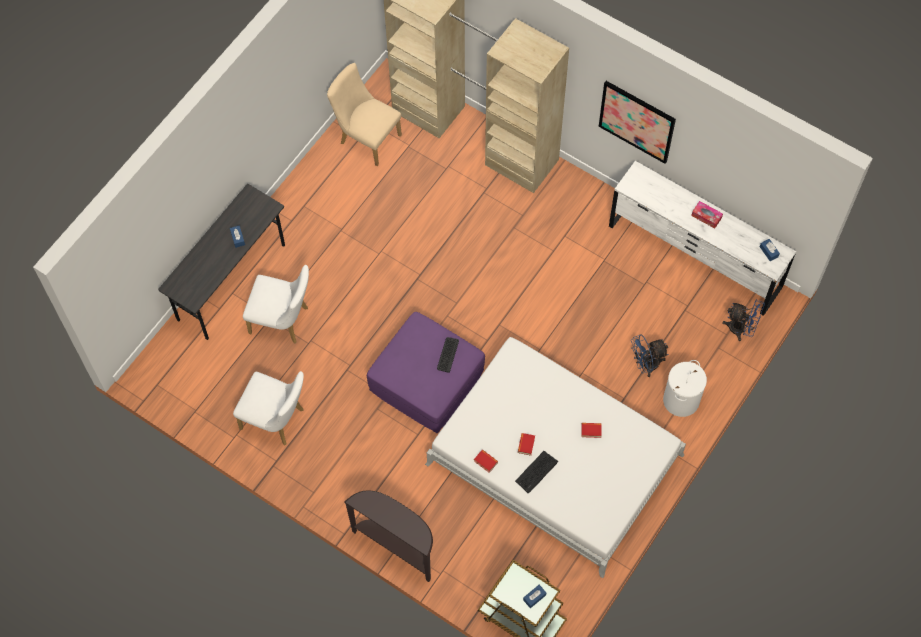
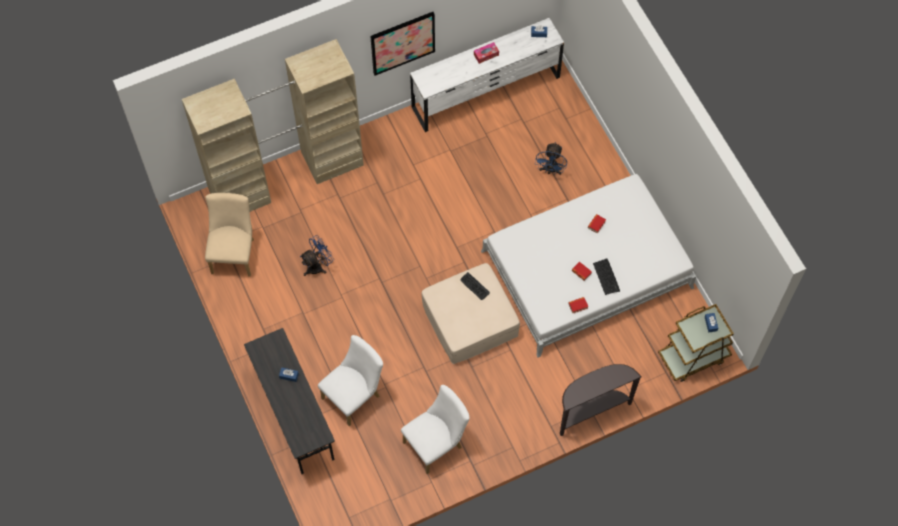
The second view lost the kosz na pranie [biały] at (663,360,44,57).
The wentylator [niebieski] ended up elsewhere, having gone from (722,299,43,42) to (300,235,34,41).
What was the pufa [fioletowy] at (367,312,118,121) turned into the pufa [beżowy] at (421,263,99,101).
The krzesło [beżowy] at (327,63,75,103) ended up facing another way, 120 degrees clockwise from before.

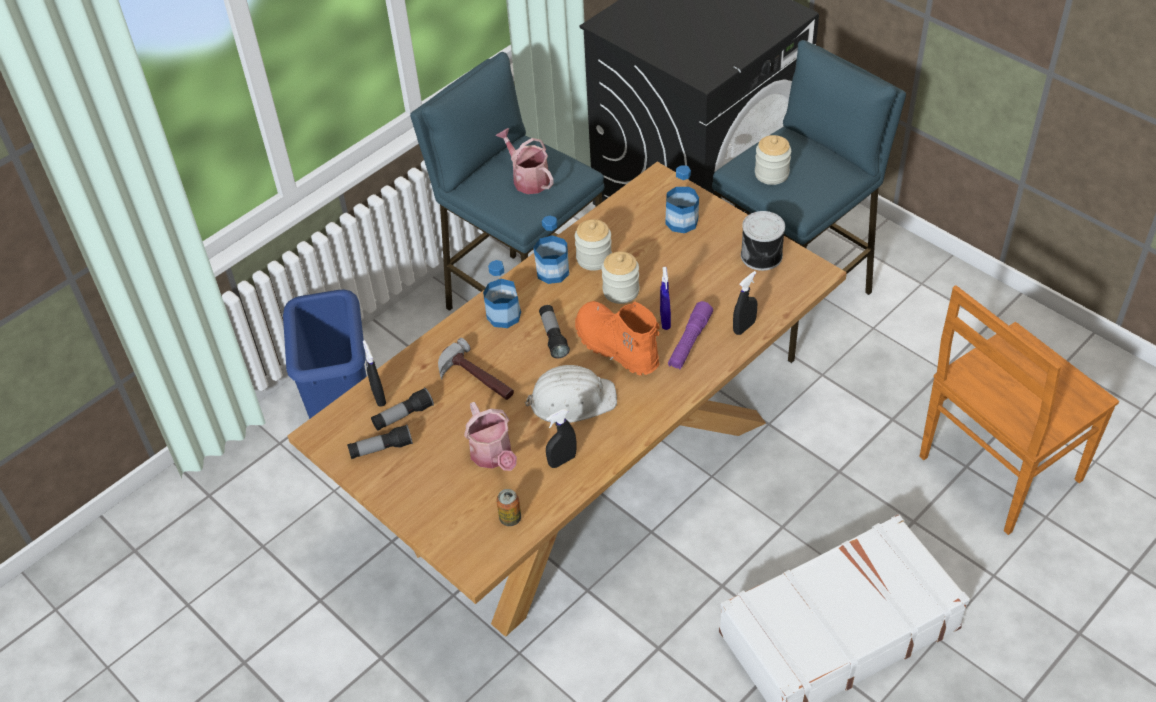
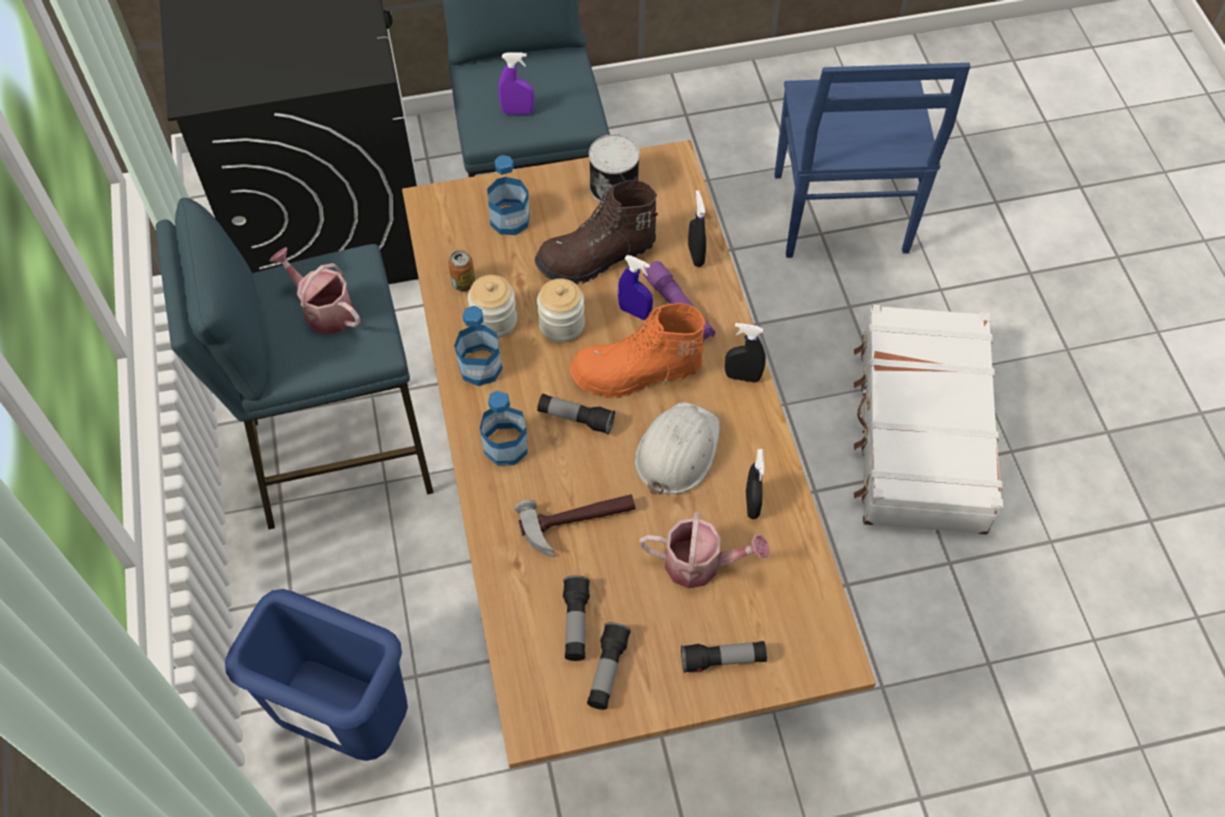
The second view gained the but z cholewką [brązowy] at (535,180,123,104).
The second view gained the latarka at (681,641,86,32).
The spryskiwacz [czarny] ended up elsewhere, having gone from (363,340,23,67) to (725,323,41,60).
The puszka ended up elsewhere, having gone from (497,489,24,37) to (448,250,27,41).
Where the słoik stood at (755,135,36,50), the spryskiwacz [fioletowy] came to stand at (498,52,36,63).
What was the krzesło [brązowy] at (919,285,200,250) turned into the krzesło [niebieski] at (774,63,196,195).
The konewka at (496,128,58,66) ended up facing another way, 45 degrees clockwise from before.

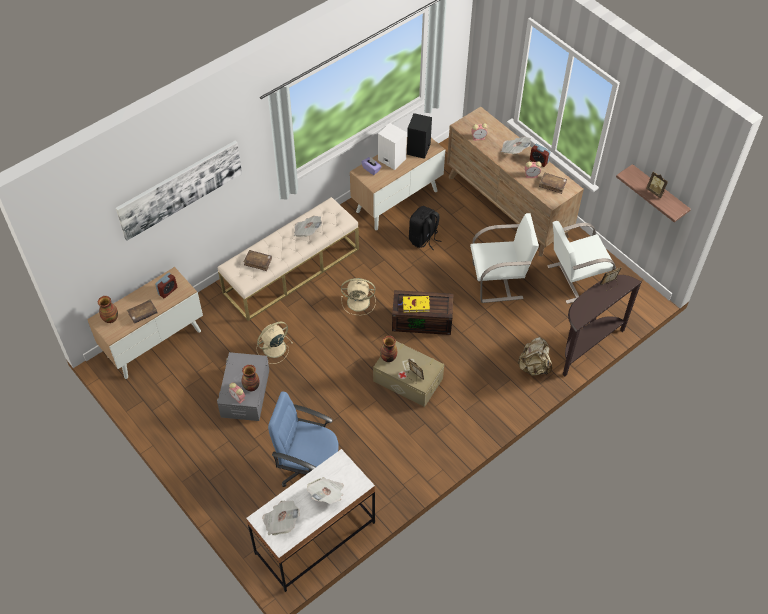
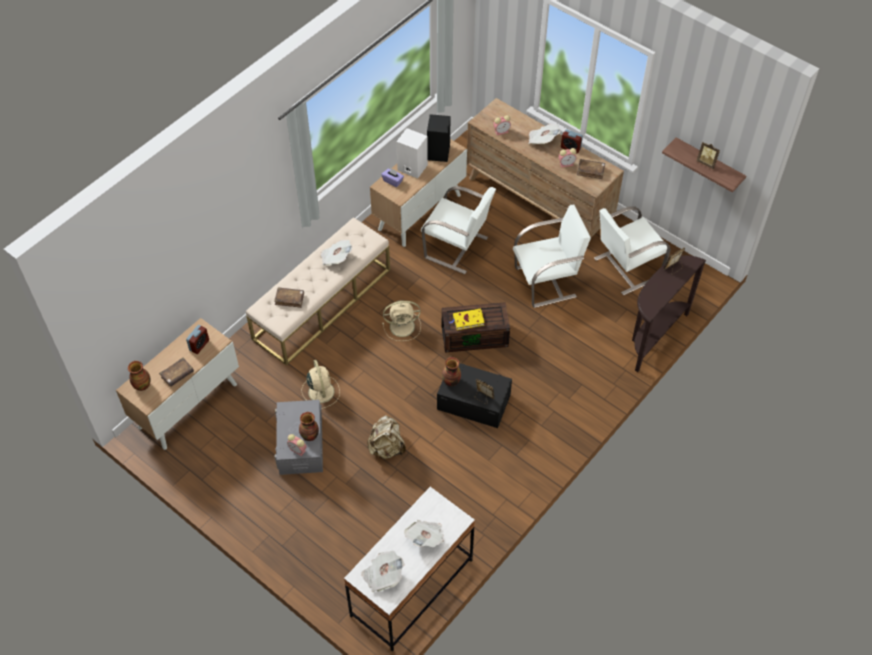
The second view lost the obraz at (116,141,126,100).
The second view lost the krzesło biurowe [niebieski] at (268,391,71,96).
The plecak [beżowy] ended up elsewhere, having gone from (518,337,34,39) to (367,415,39,44).
Where the plecak [czarny] stood at (409,206,33,44), the krzesło [biały] came to stand at (421,186,75,88).
What was the pojemnik do przechowywania [beżowy] at (373,341,71,66) turned into the pojemnik do przechowywania [czarny] at (437,363,75,65).
The wentylator [beżowy] at (256,322,37,42) ended up facing another way, 120 degrees clockwise from before.

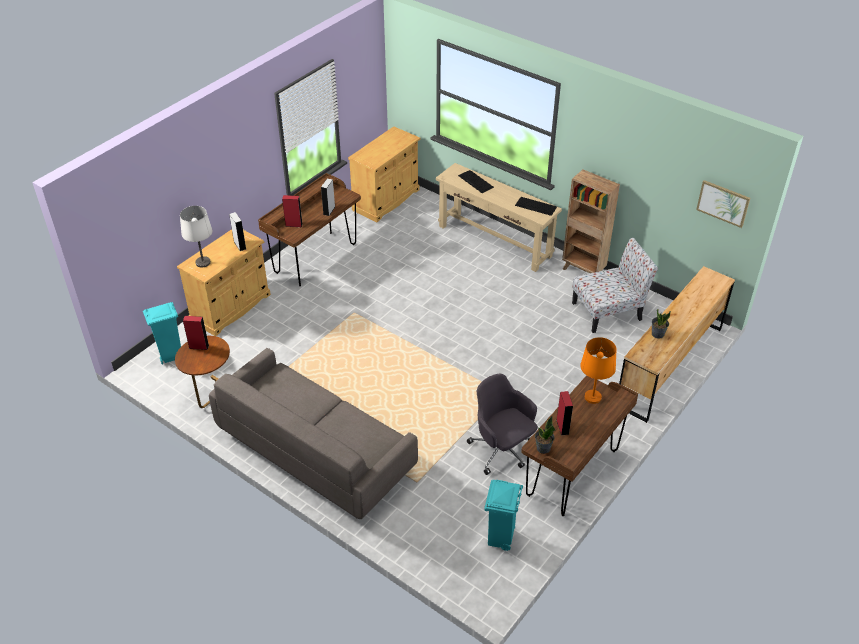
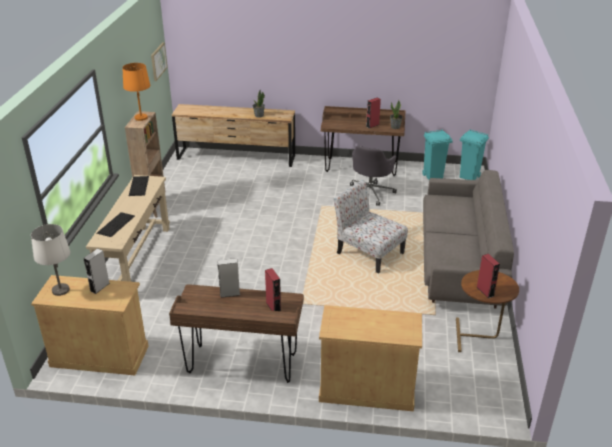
The kosz na śmieci [turkusowy] ended up elsewhere, having gone from (143,302,38,63) to (460,129,29,51).
The lampa stołowa [biały] ended up elsewhere, having gone from (180,206,33,62) to (31,224,39,72).
The głośnik [szary] ended up elsewhere, having gone from (229,212,17,39) to (83,248,27,46).
The krzesło ended up elsewhere, having gone from (572,238,86,95) to (334,180,74,94).
The lampa stołowa [pomarańczowy] ended up elsewhere, having gone from (580,337,37,67) to (122,63,28,58).

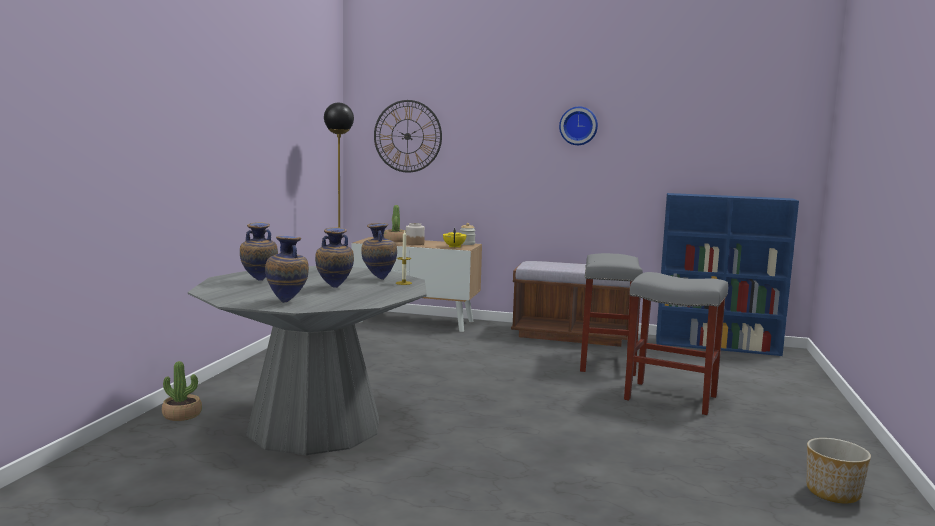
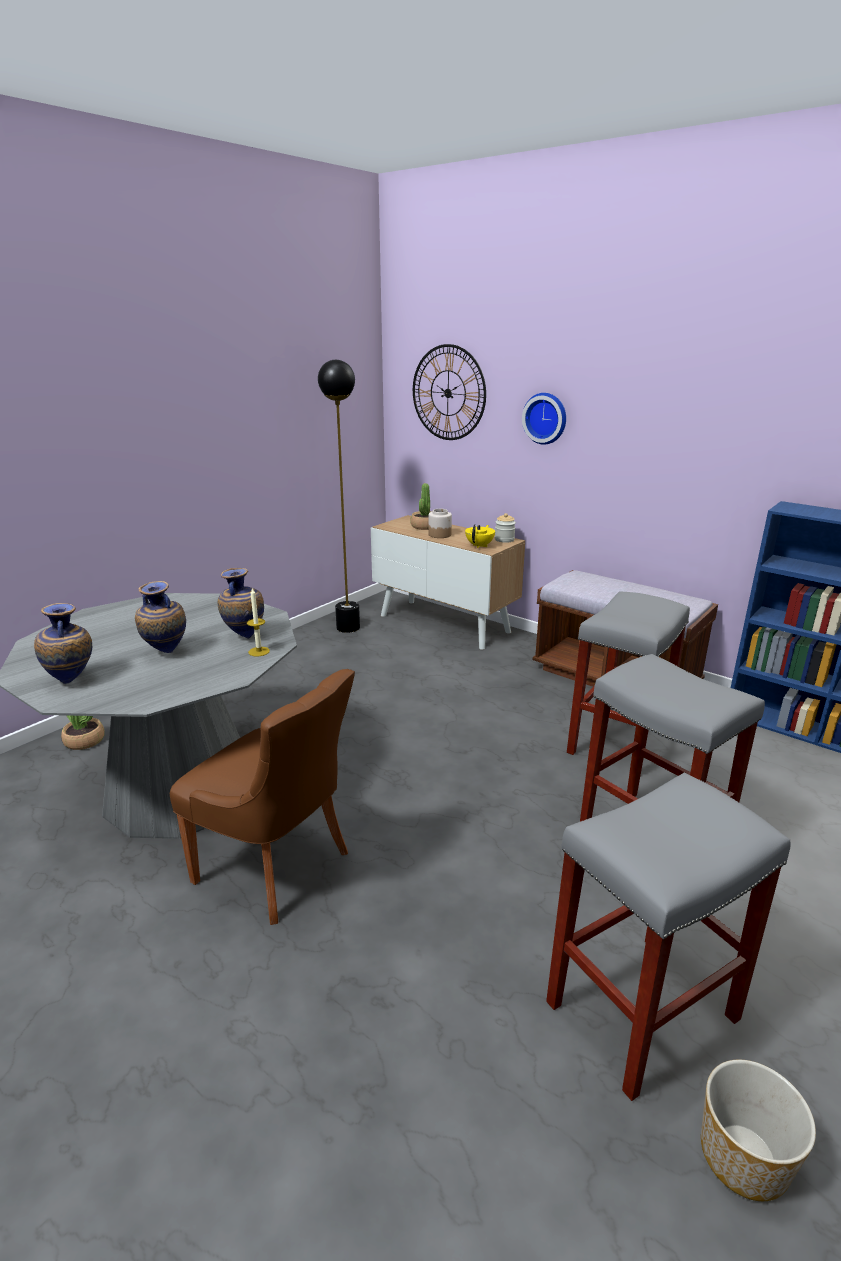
The second view lost the wazon at (240,222,38,59).
The second view gained the krzesło [brązowy] at (170,669,185,256).
The second view gained the stołek [szary] at (546,773,244,328).
The zegar ścienny ended up elsewhere, having gone from (559,107,39,38) to (522,393,44,52).

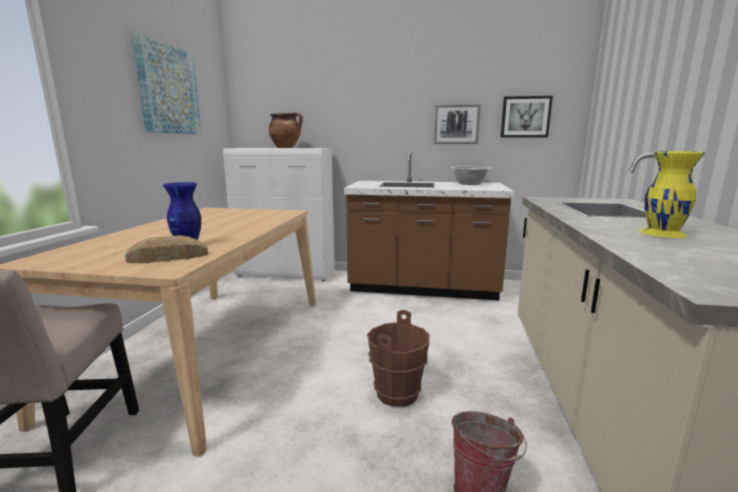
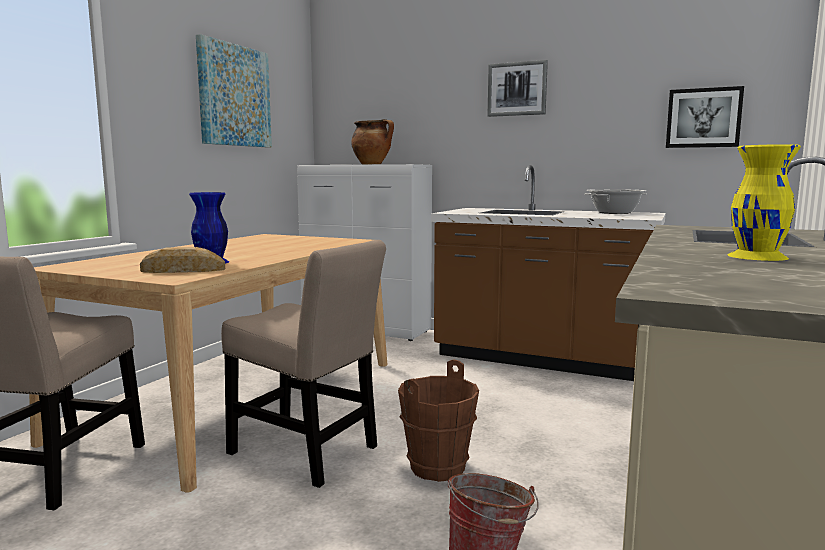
The second view gained the krzesło [beżowy] at (221,240,165,248).
The obraz ended up elsewhere, having gone from (434,104,47,40) to (487,60,61,57).

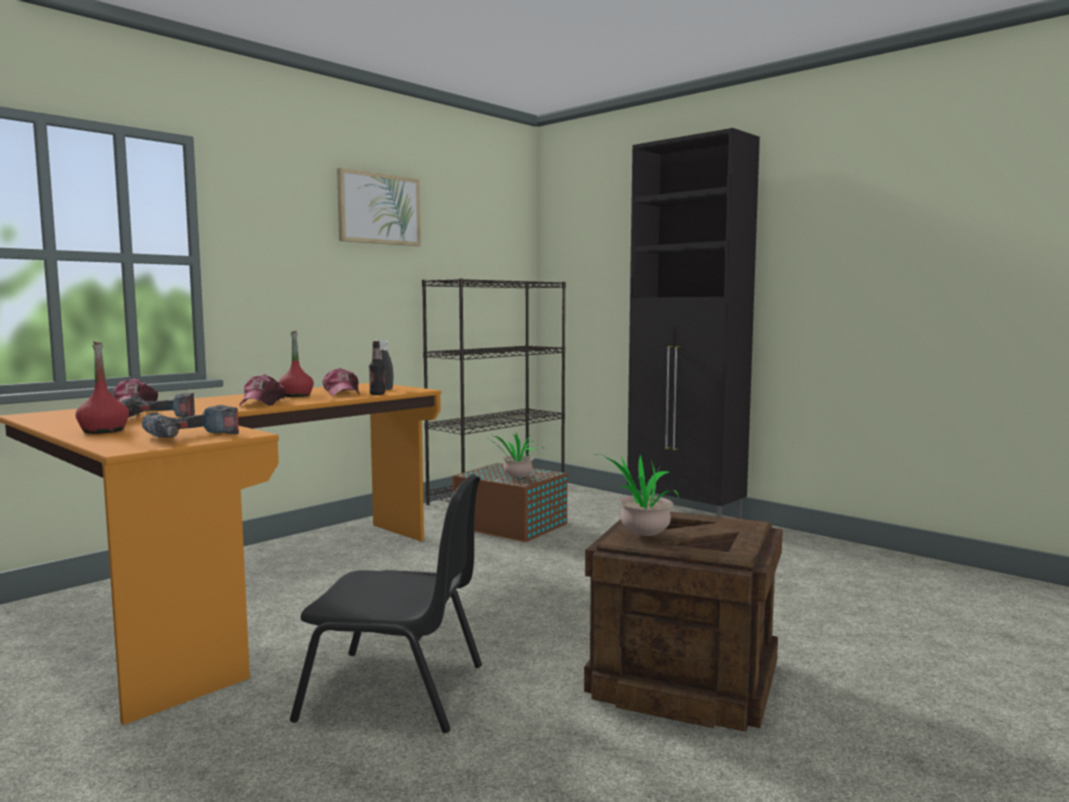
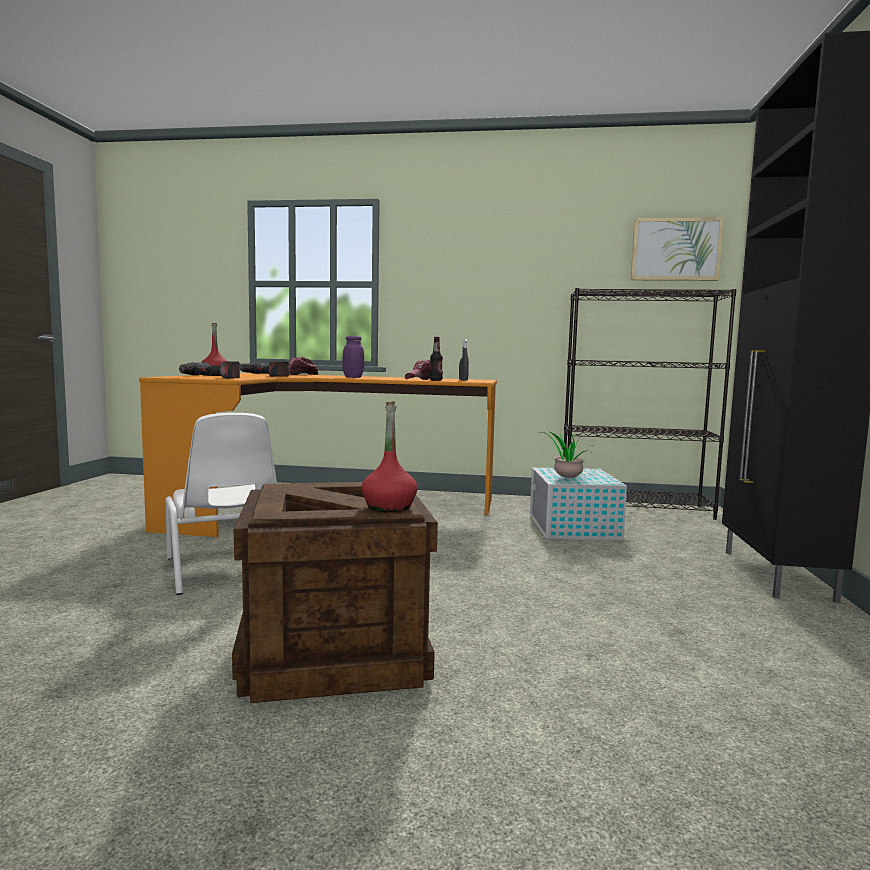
The second view lost the roślina doniczkowa at (594,454,94,82).
The butelka [czerwony] ended up elsewhere, having gone from (279,331,35,66) to (362,402,56,110).
The obraz ended up elsewhere, having gone from (337,168,84,78) to (631,217,93,64).
Where the czapka z daszkiem stood at (239,375,47,31), the słoik [fioletowy] came to stand at (343,336,21,42).
What was the krzesło [czarny] at (290,474,192,259) turned into the krzesło [biały] at (166,413,111,182).
What was the pojemnik do przechowywania [brązowy] at (452,463,115,79) turned into the pojemnik do przechowywania [biały] at (530,468,97,72).

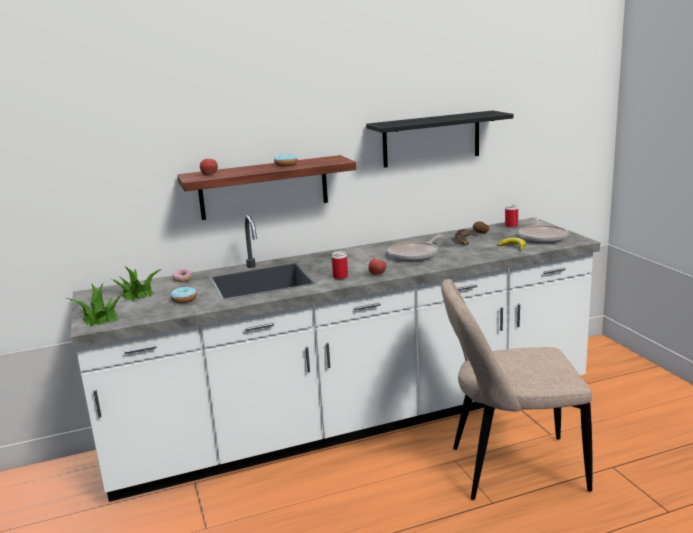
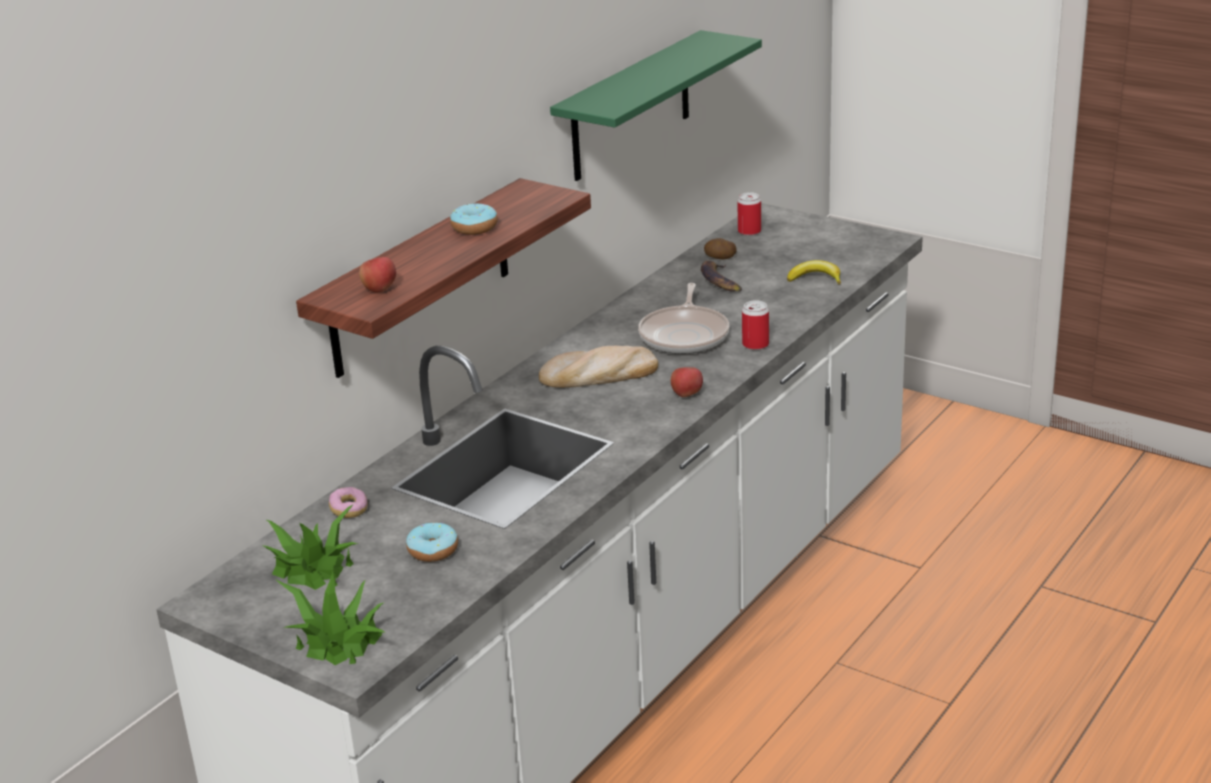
The second view lost the krzesło [beżowy] at (441,279,152,221).
The second view lost the patelnia at (519,217,49,26).
The second view gained the chleb at (539,346,119,42).
The puszka ended up elsewhere, having gone from (331,251,17,28) to (742,300,27,50).
What was the półka [czarny] at (366,110,147,58) turned into the półka [zielony] at (550,30,212,151).

